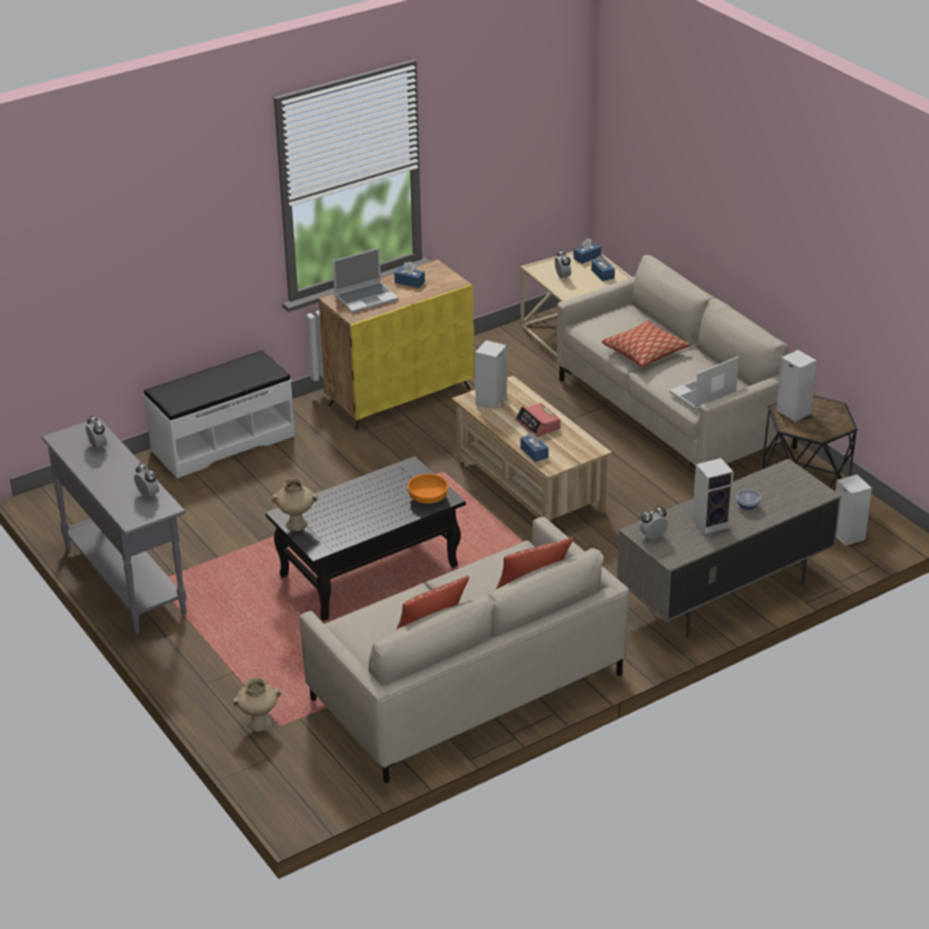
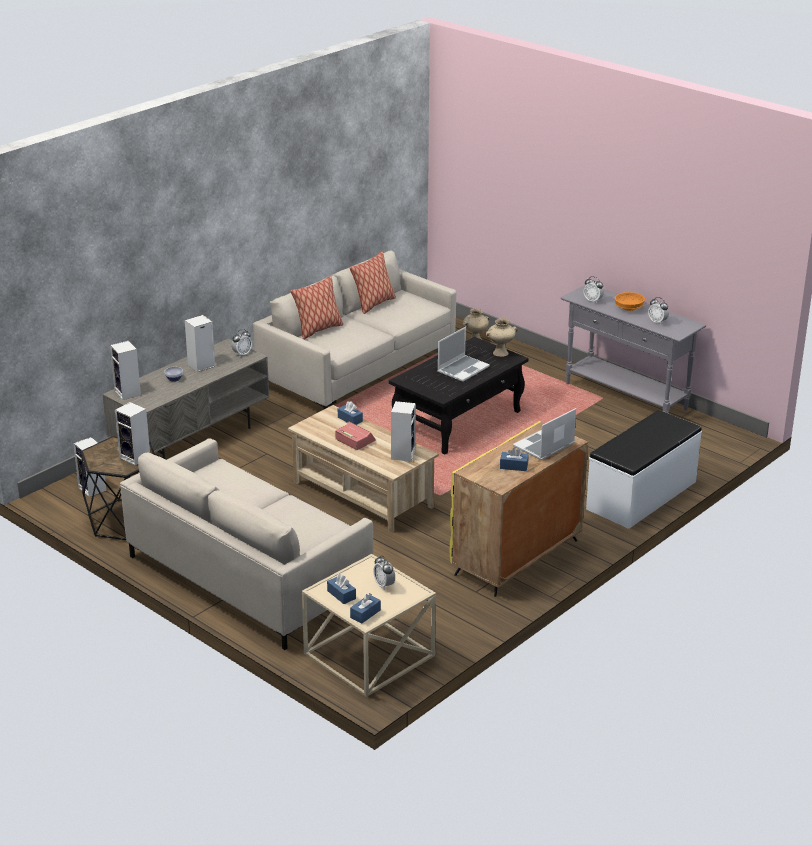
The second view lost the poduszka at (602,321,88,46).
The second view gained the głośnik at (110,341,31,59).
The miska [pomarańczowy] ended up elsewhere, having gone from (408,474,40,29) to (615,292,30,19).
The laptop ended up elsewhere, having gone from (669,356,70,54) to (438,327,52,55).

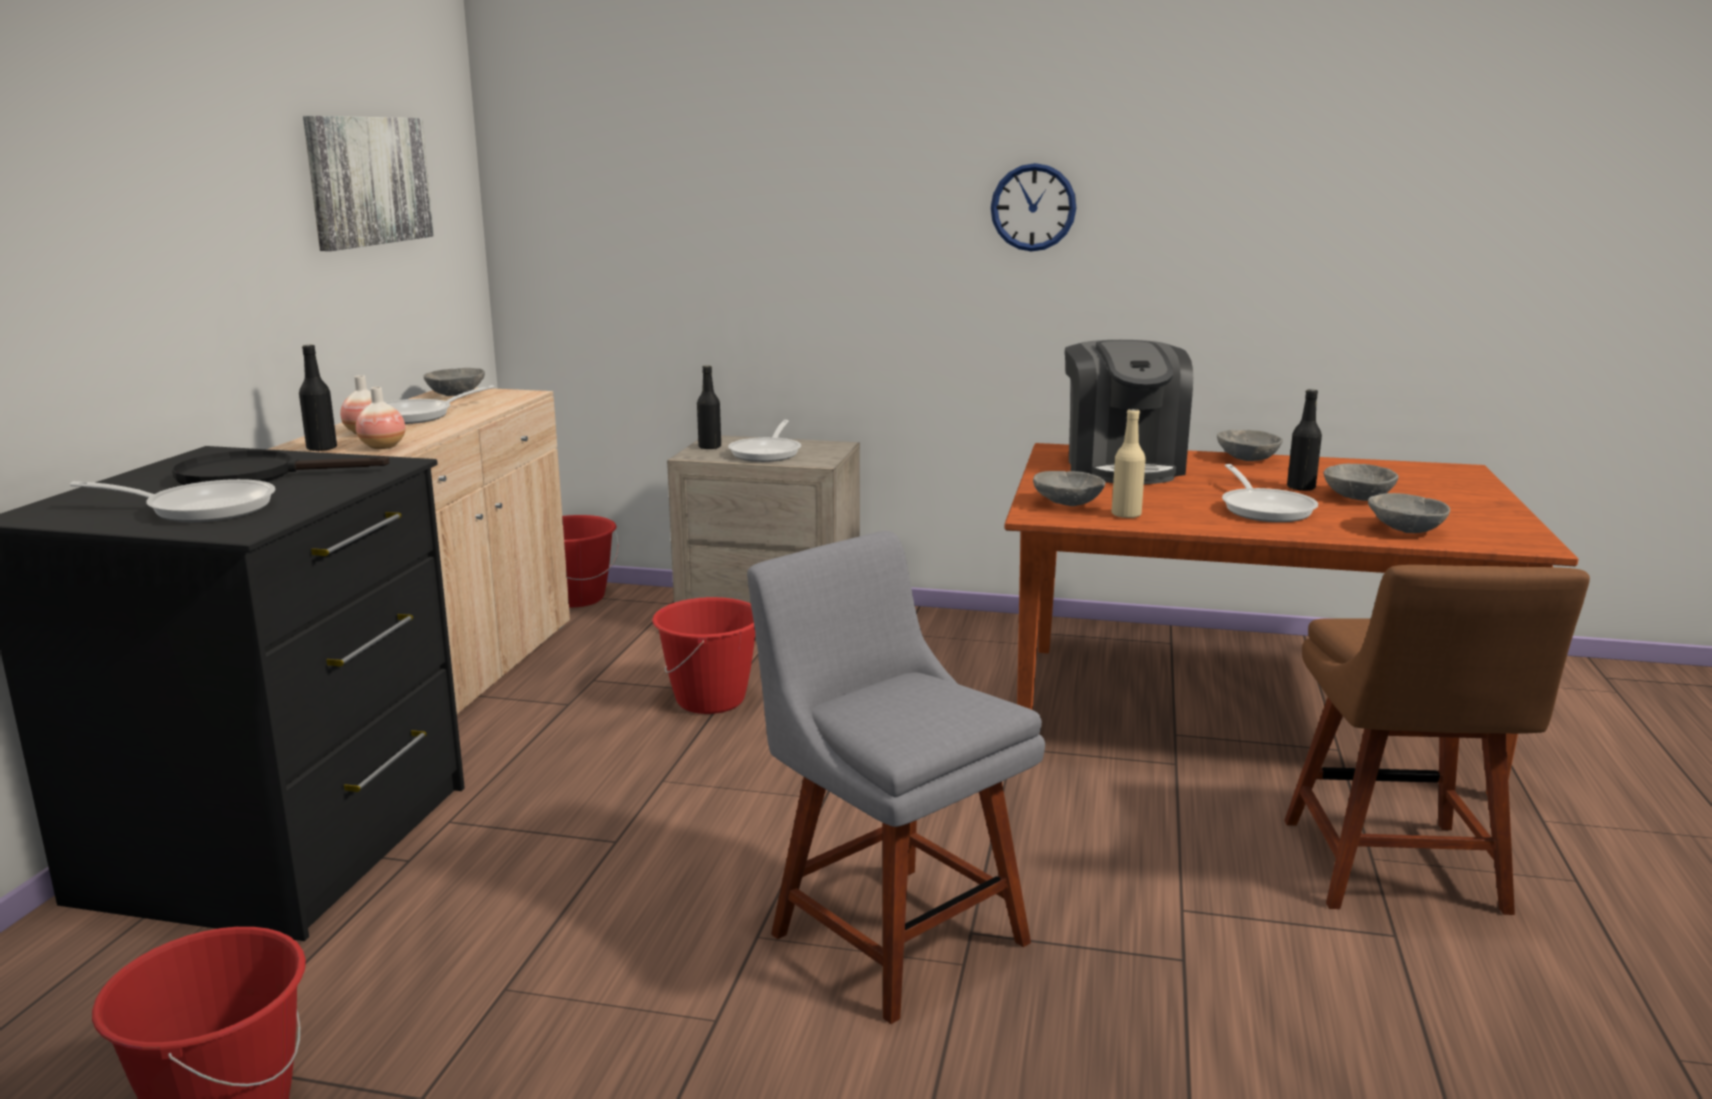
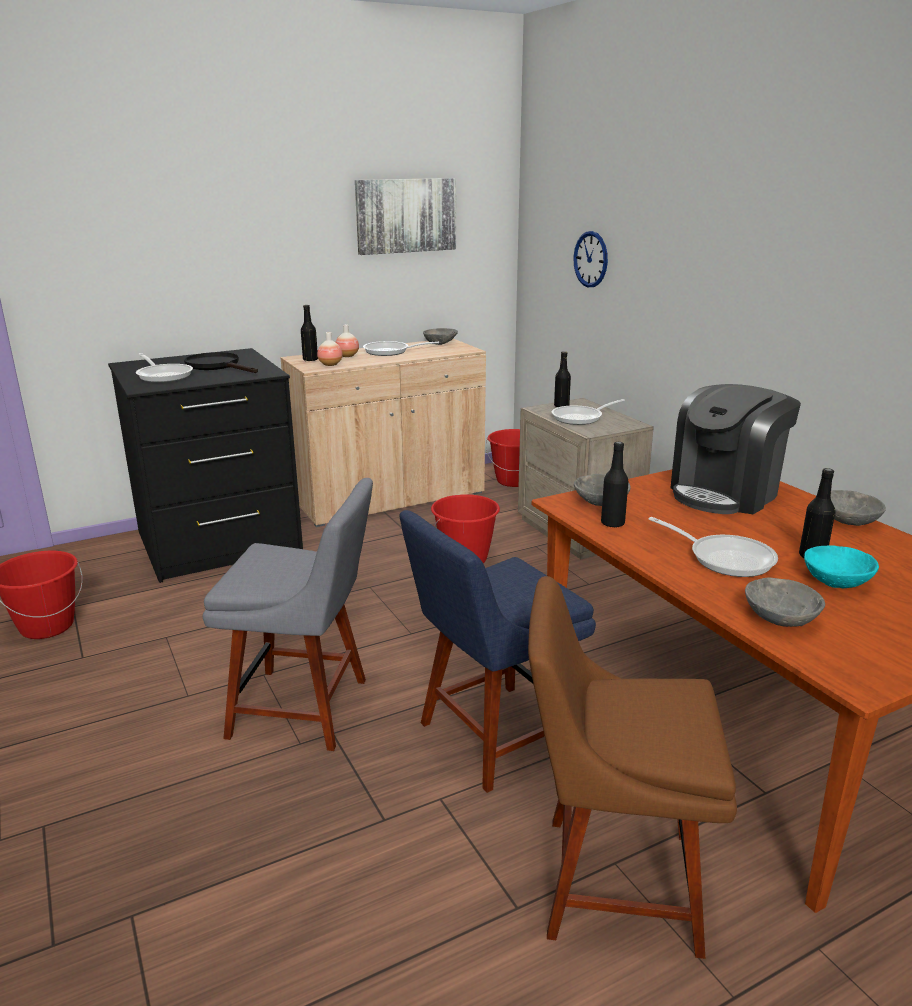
The second view gained the krzesło [niebieski] at (400,510,196,283).
The zegar ścienny ended up elsewhere, having gone from (991,163,85,88) to (573,231,35,56).
What was the butelka [beżowy] at (1112,409,34,110) turned into the butelka [czarny] at (601,442,27,85).
What was the miska [szary] at (1323,464,76,37) turned into the miska [turkusowy] at (804,545,75,44).
The krzesło [szary] at (747,531,298,493) ended up facing another way, 90 degrees clockwise from before.
The patelnia at (1222,464,96,58) ended up facing another way, 90 degrees counterclockwise from before.
The krzesło [brązowy] at (1284,565,306,350) ended up facing another way, 45 degrees clockwise from before.

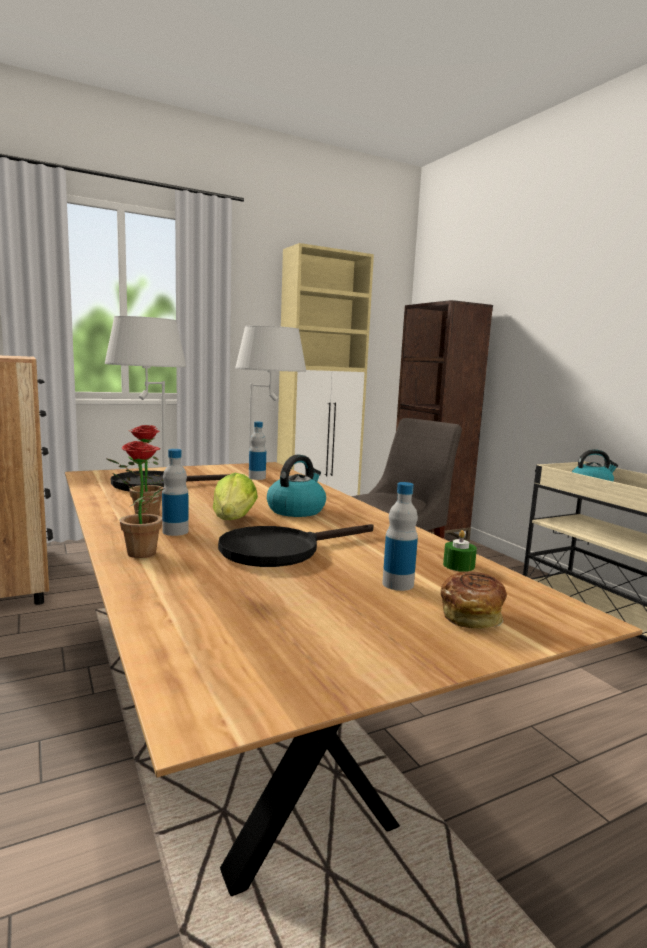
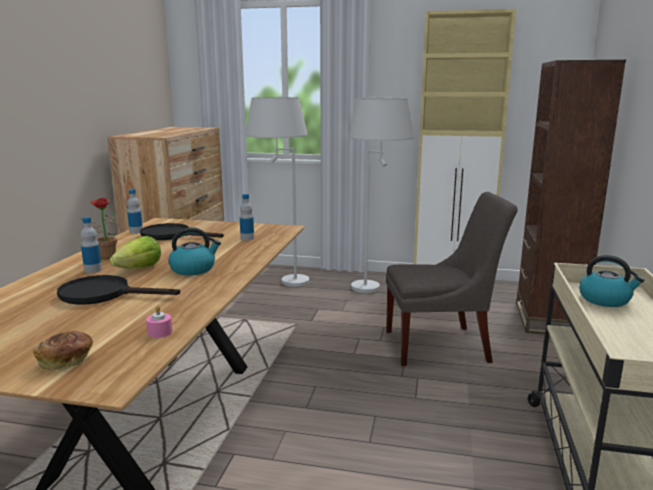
The second view lost the roślina doniczkowa at (112,441,53,117).
The butelka ended up elsewhere, having gone from (382,482,36,109) to (127,189,16,45).
What was the świeca [zielony] at (443,530,34,42) turned into the świeca [różowy] at (146,306,26,32).

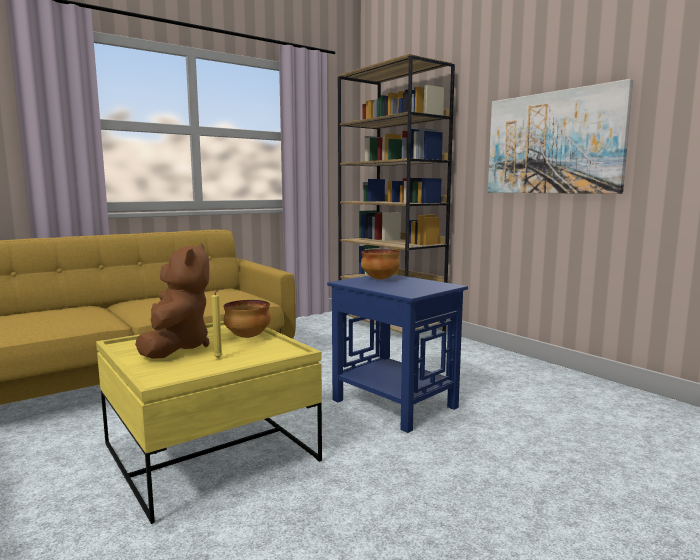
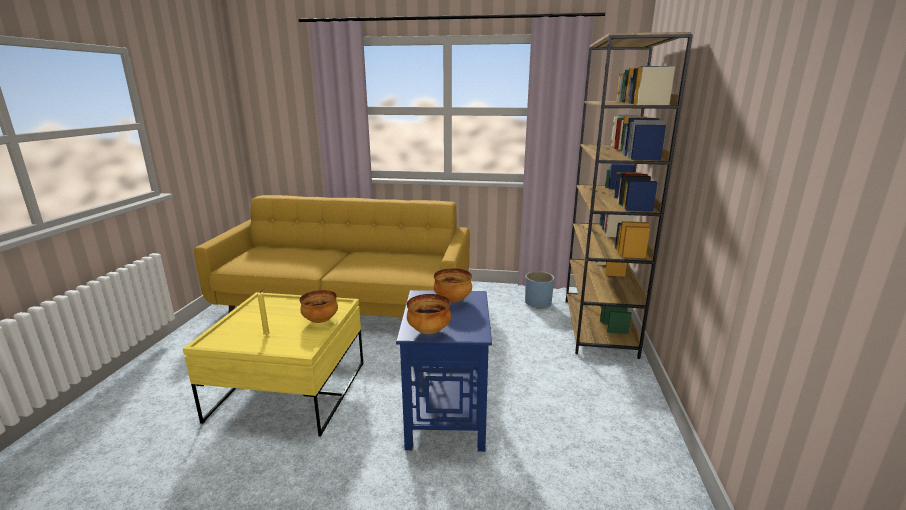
The second view lost the pluszak [brązowy] at (135,243,74,116).
The second view lost the obraz at (488,79,145,115).
The second view gained the miska at (407,294,44,40).
The second view gained the donica [niebieski] at (525,271,29,38).

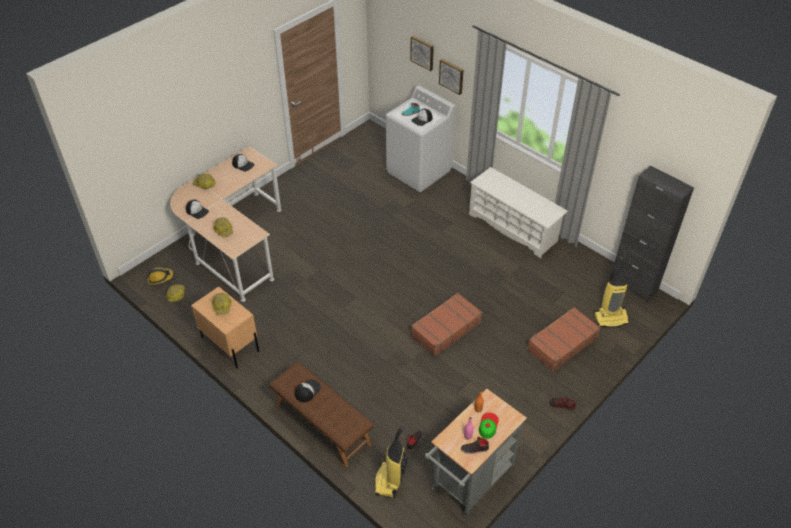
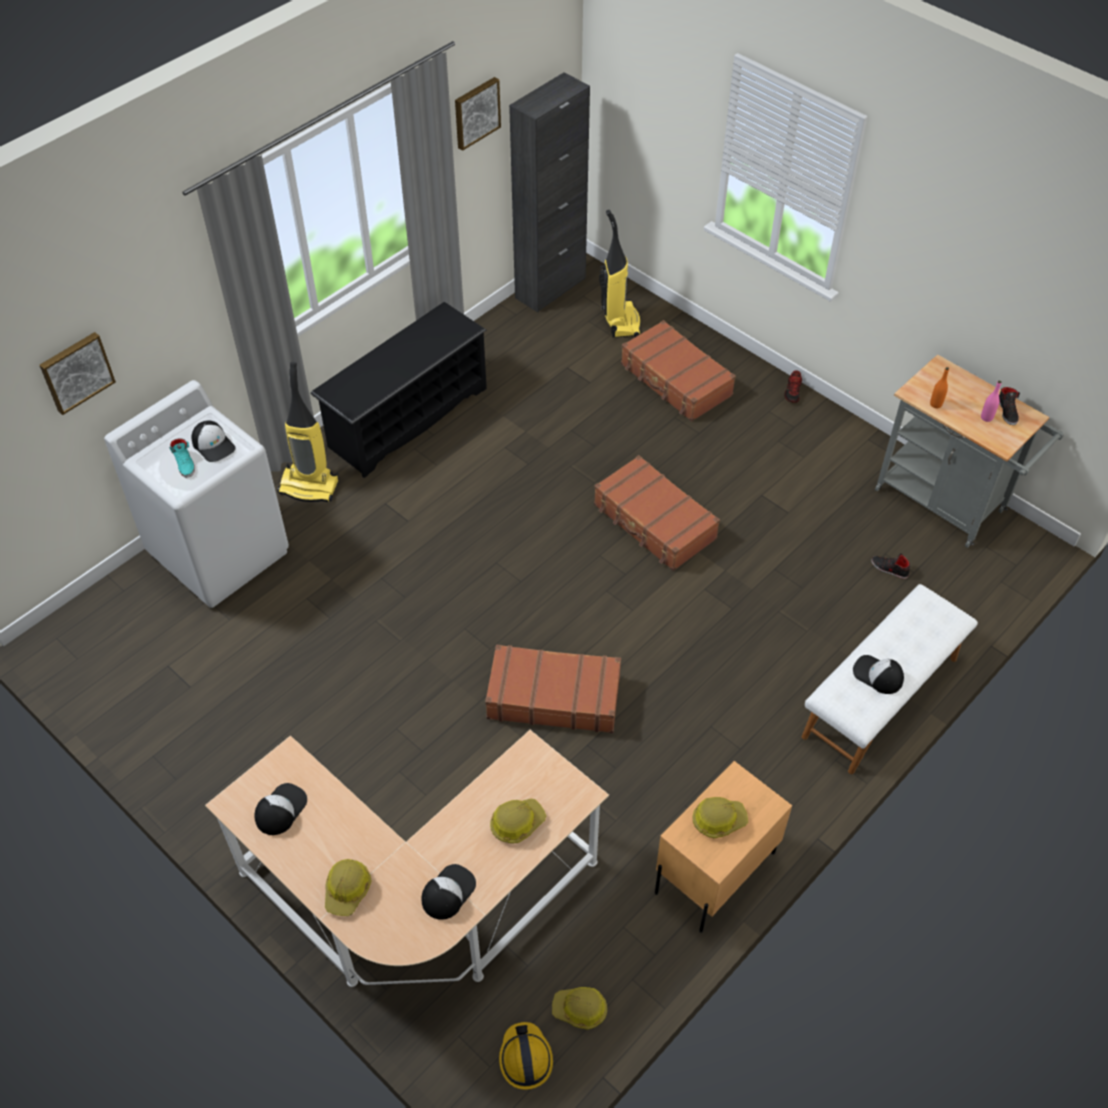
The second view lost the czapka z daszkiem at (479,413,20,26).
The second view gained the walizka [brązowy] at (485,645,136,88).
The odkurzacz ended up elsewhere, having gone from (374,426,33,72) to (277,362,62,140).
The obraz ended up elsewhere, having gone from (439,59,25,36) to (455,77,46,74).
What was the ławka [brązowy] at (269,361,105,106) turned into the ławka [biały] at (802,584,176,190).
What was the regał na buty [biały] at (469,167,99,91) turned into the regał na buty [czarny] at (310,302,177,176).

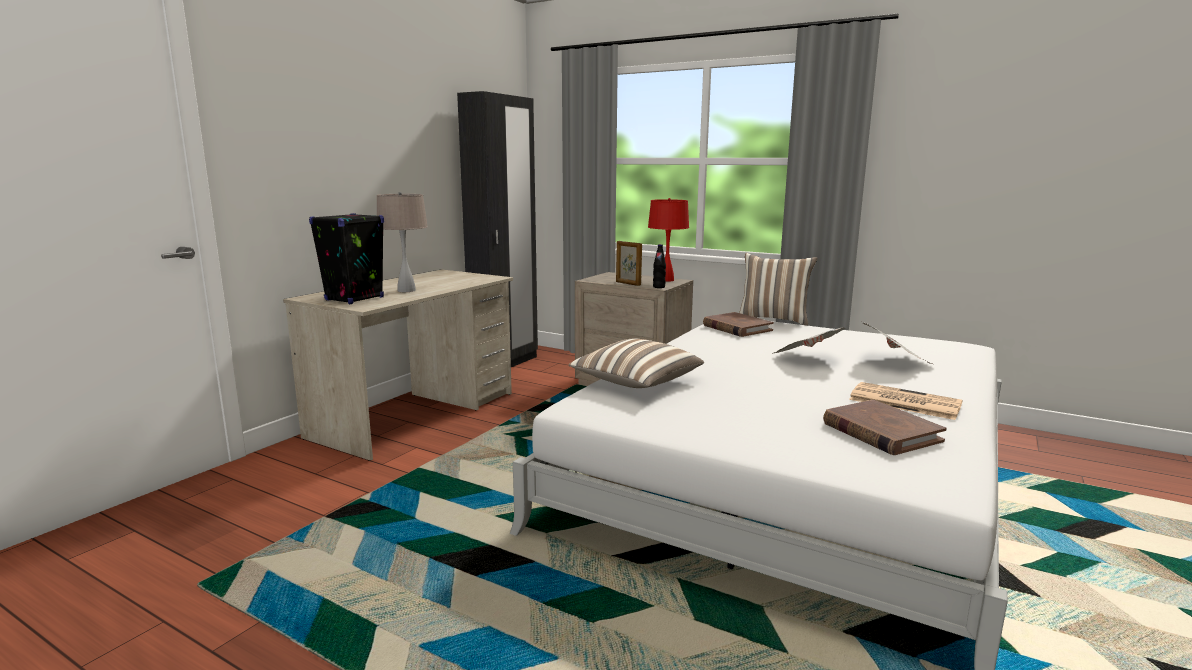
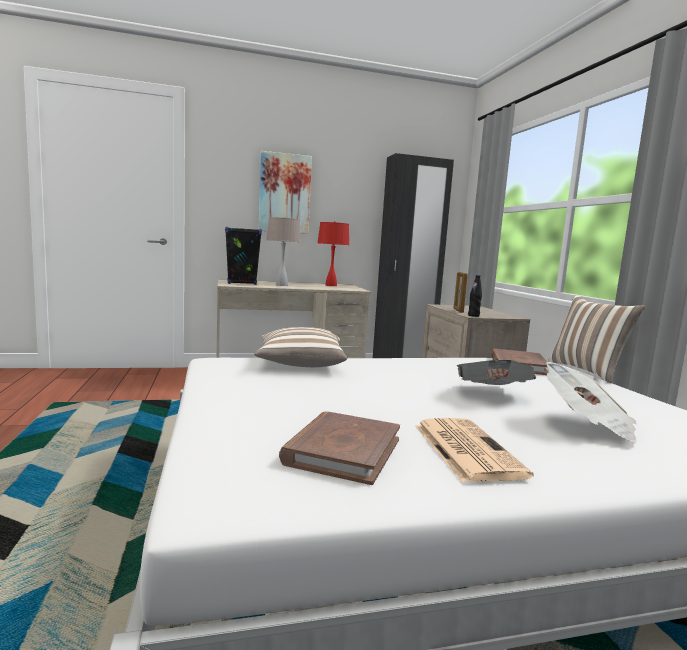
The second view gained the obraz at (258,151,54,83).
The lampa stołowa [czerwony] ended up elsewhere, having gone from (648,198,41,84) to (318,221,31,65).

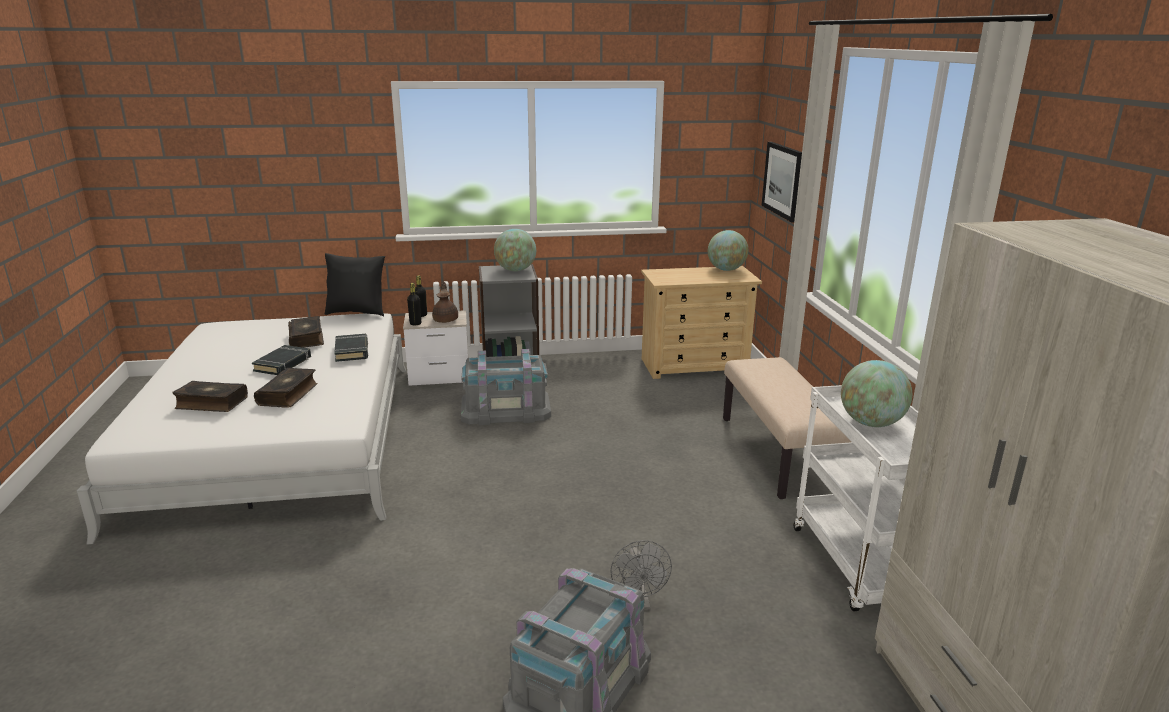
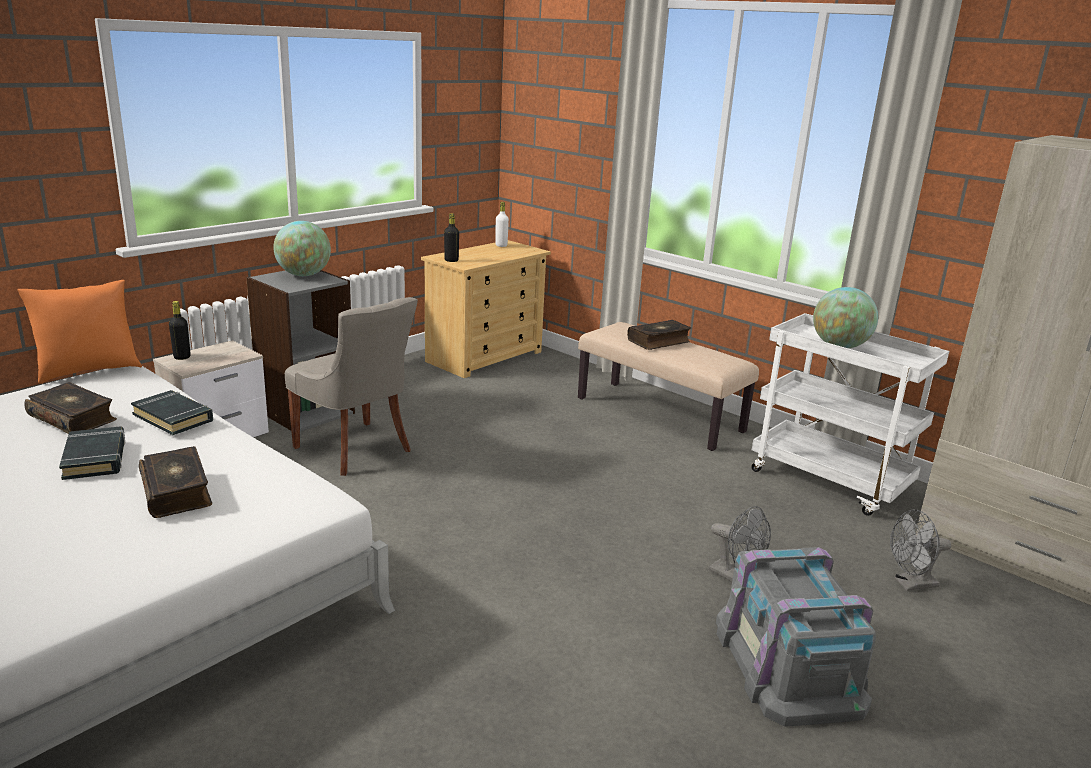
The second view lost the imbryk [brązowy] at (432,282,26,41).
The second view lost the obraz at (761,142,41,81).
The second view gained the wentylator [szary] at (890,510,61,81).
The książka ended up elsewhere, having gone from (172,381,76,31) to (627,320,64,30).
The butelka [czarny] ended up elsewhere, having gone from (407,283,14,42) to (444,213,15,49).
Where the pojemnik do przechowywania [szary] stood at (461,349,90,76), the krzesło [szary] came to stand at (285,297,133,179).
Where the globus stood at (708,230,40,41), the butelka [biały] came to stand at (495,202,14,45).
What was the poduszka [czarny] at (325,253,60,64) turned into the poduszka [pomarańczowy] at (17,280,125,104).

